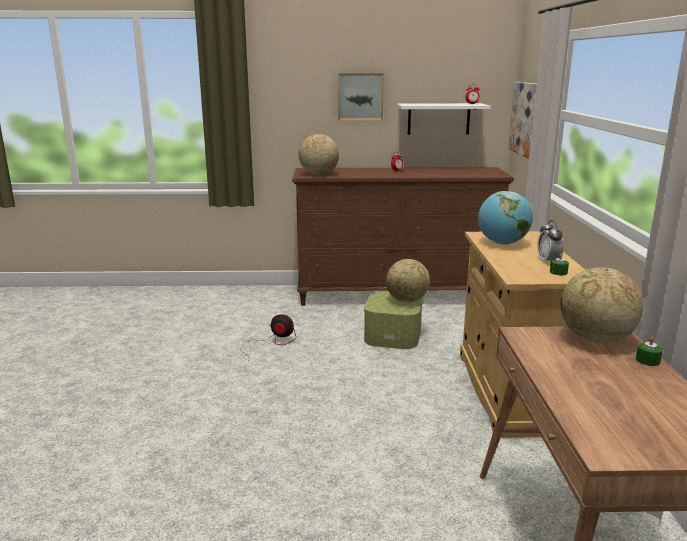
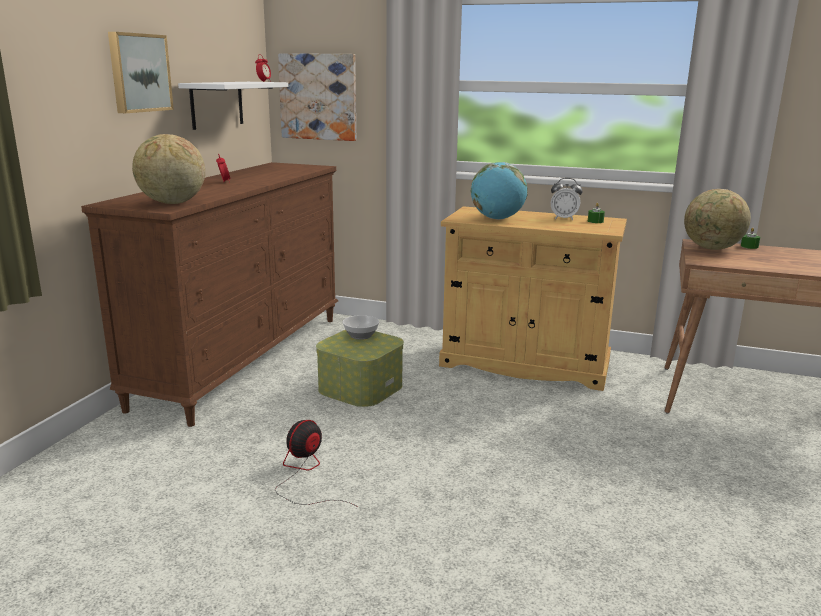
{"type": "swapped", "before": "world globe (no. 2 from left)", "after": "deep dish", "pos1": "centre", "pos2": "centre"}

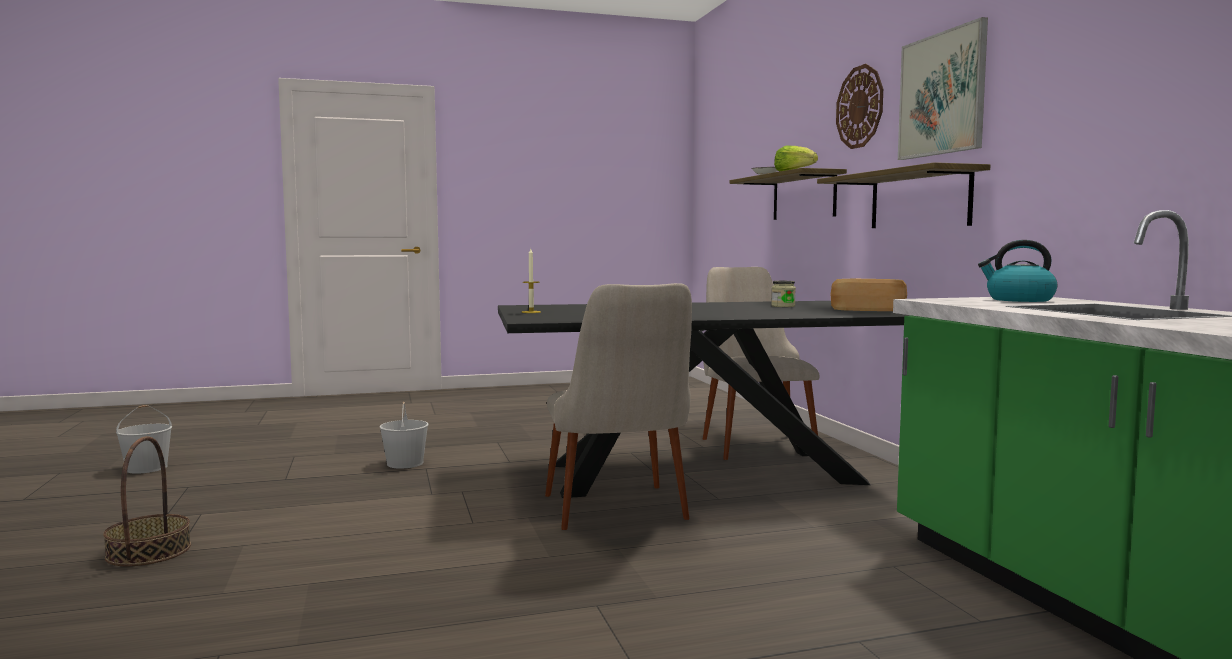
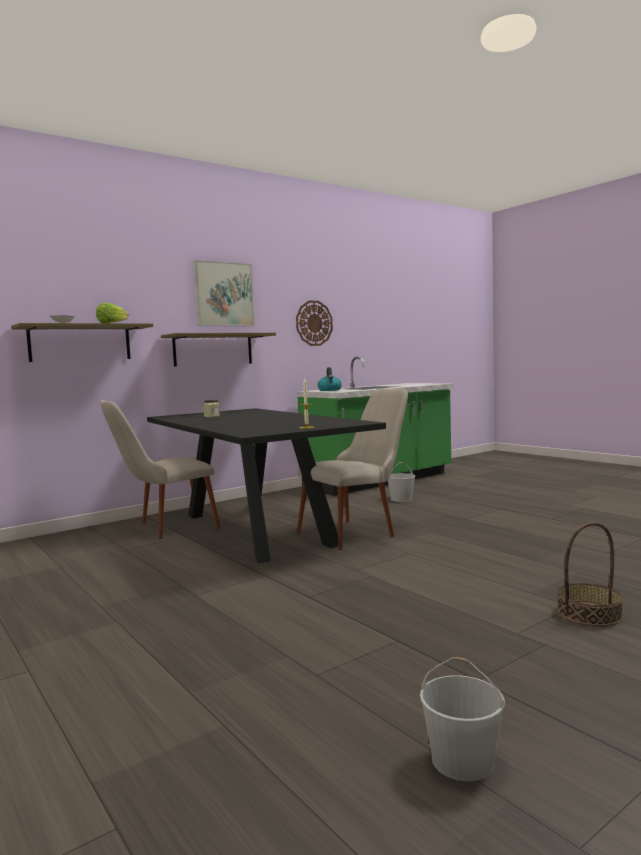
{"type": "shifted", "before": "wall clock", "pos1": "top right", "pos2": "centre"}
{"type": "shifted", "before": "water bucket/white-coloured (no. 2 from left in the first image)", "after": "water bucket/white-coloured (no. 1 from left)", "pos1": "middle left", "pos2": "centre"}
{"type": "gone", "before": "baked bread", "pos1": "middle right"}

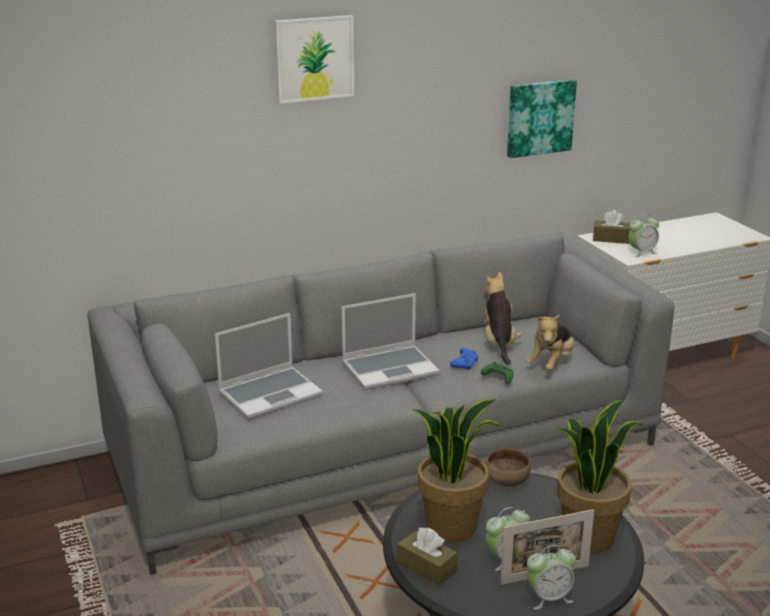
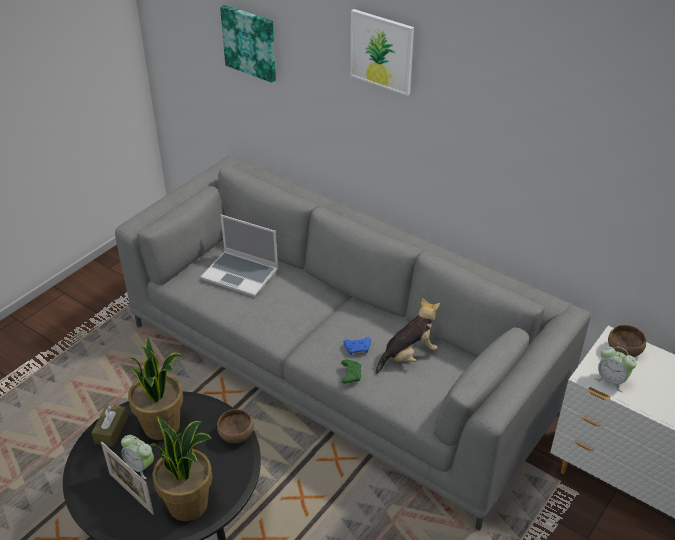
{"type": "shifted", "before": "wall art (no. 2 from left in the first image)", "after": "wall art (no. 1 from left)", "pos1": "top right", "pos2": "top centre"}
{"type": "swapped", "before": "tissue box/brown (no. 2 from left)", "after": "deep dish/brown (no. 2 from left)", "pos1": "middle right", "pos2": "middle right"}
{"type": "gone", "before": "laptop (no. 2 from left)", "pos1": "centre"}
{"type": "gone", "before": "cuddly toy (no. 2 from left)", "pos1": "middle right"}
{"type": "gone", "before": "table clock (no. 2 from left)", "pos1": "bottom right"}

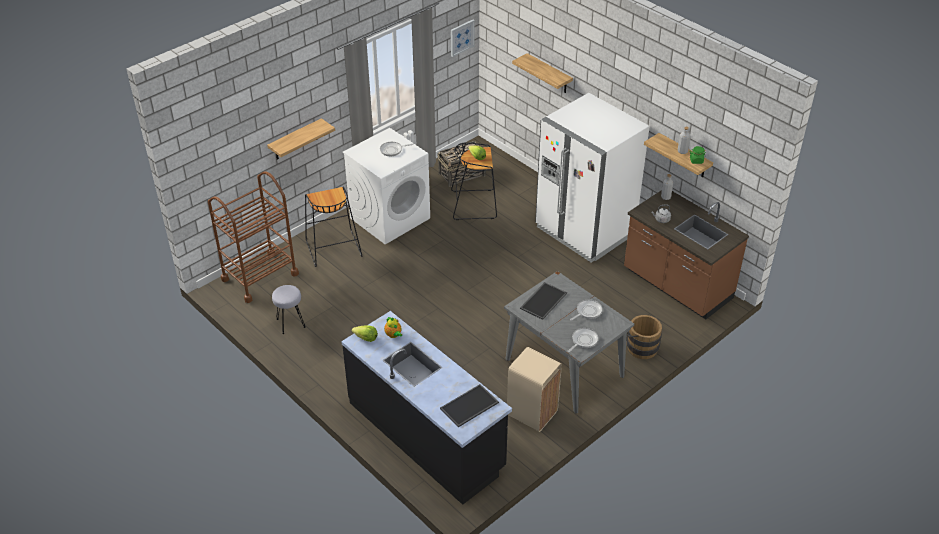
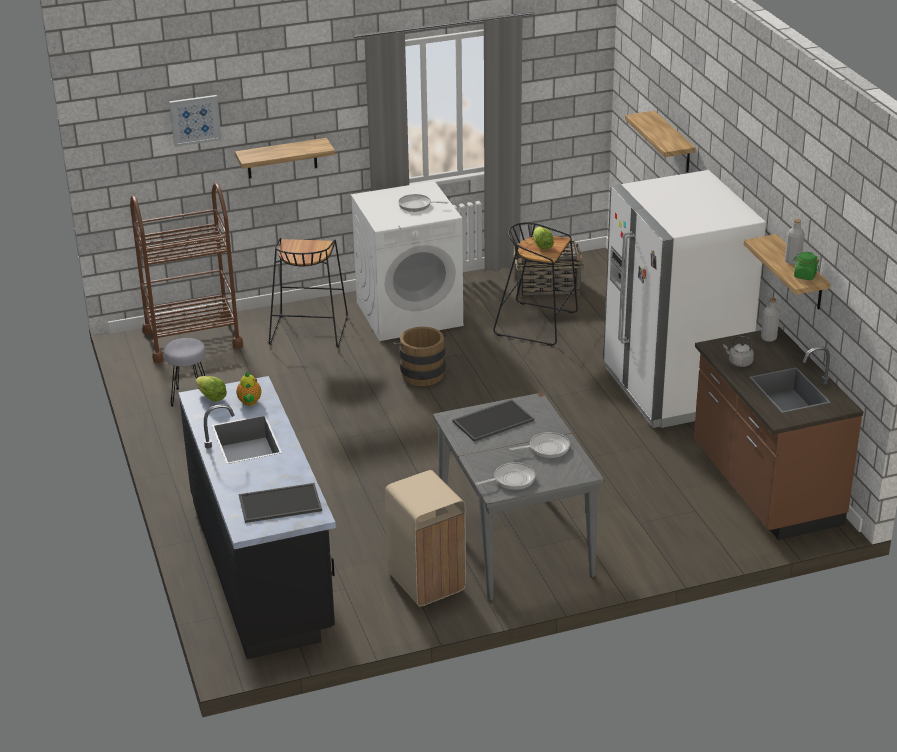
{"type": "shifted", "before": "wall art", "pos1": "top centre", "pos2": "top left"}
{"type": "shifted", "before": "water bucket/brown", "pos1": "middle right", "pos2": "centre"}

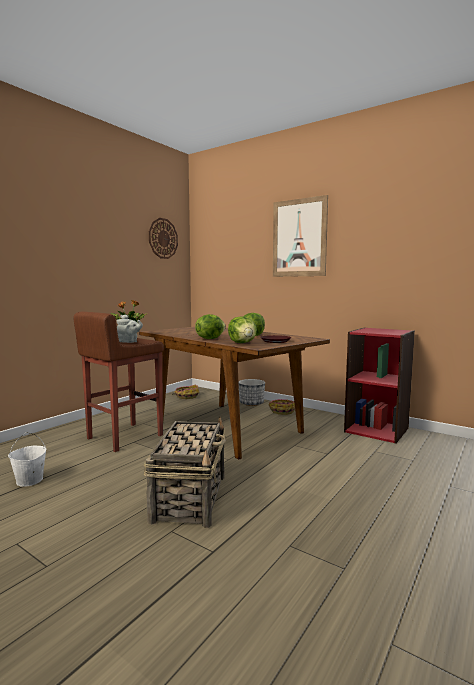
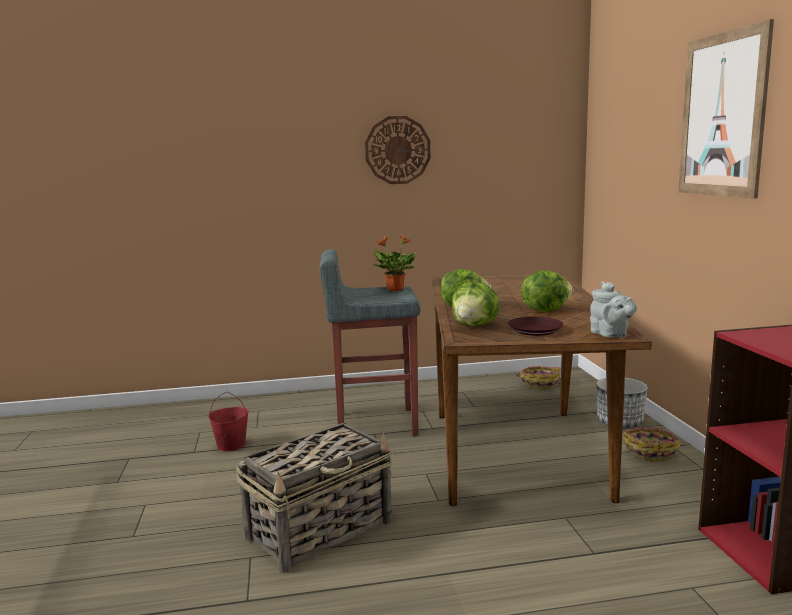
{"type": "repainted", "before": "water bucket/white-coloured", "after": "water bucket/reddish", "pos1": "bottom left", "pos2": "bottom left"}
{"type": "repainted", "before": "sitting stool/brown", "after": "sitting stool/gray", "pos1": "middle left", "pos2": "centre"}
{"type": "shifted", "before": "wall clock", "pos1": "centre", "pos2": "top centre"}
{"type": "shifted", "before": "pot for tea/gray", "pos1": "middle left", "pos2": "middle right"}

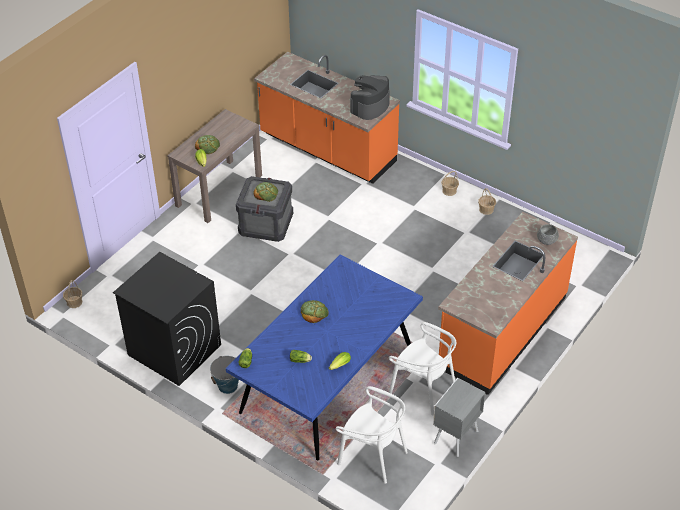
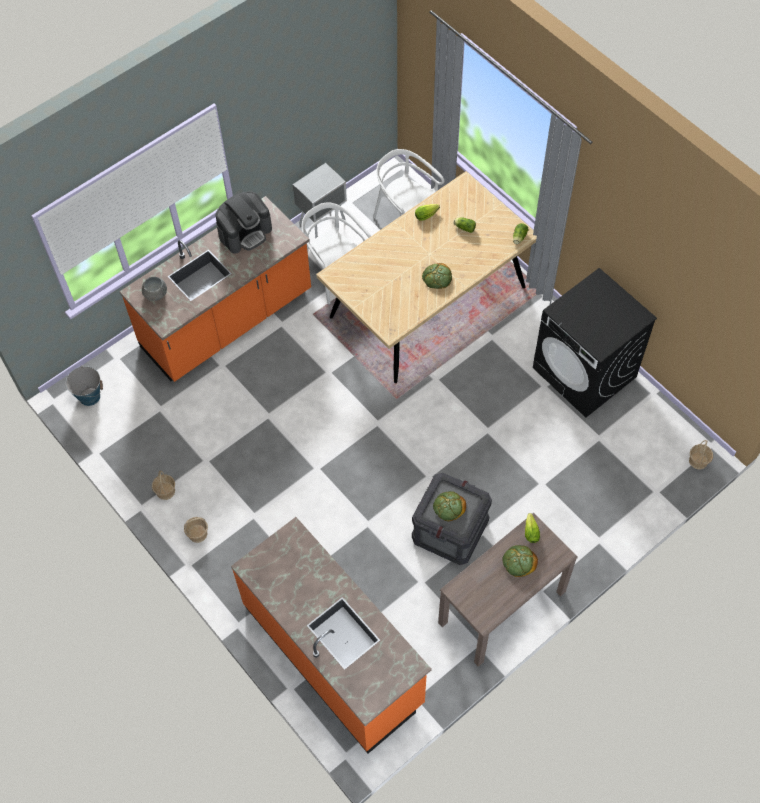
{"type": "shifted", "before": "water bucket", "pos1": "bottom left", "pos2": "middle left"}
{"type": "shifted", "before": "coffee machine", "pos1": "top centre", "pos2": "top left"}
{"type": "repainted", "before": "dining table/blue", "after": "dining table/sand-coloured", "pos1": "bottom centre", "pos2": "centre"}

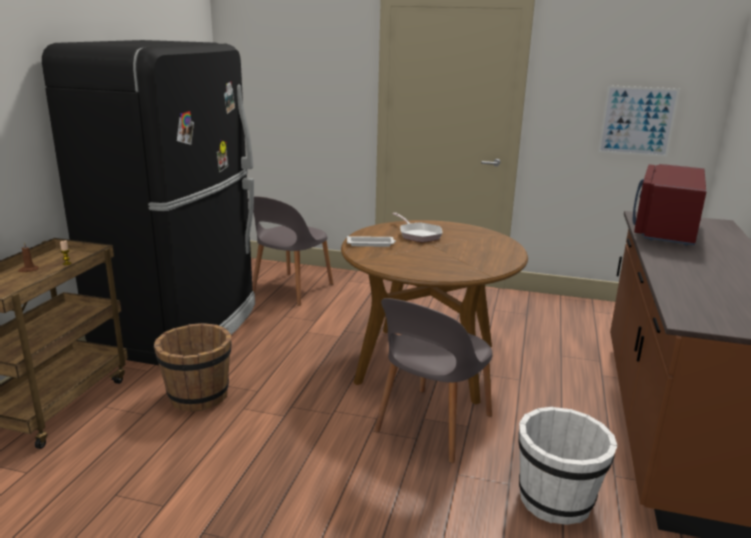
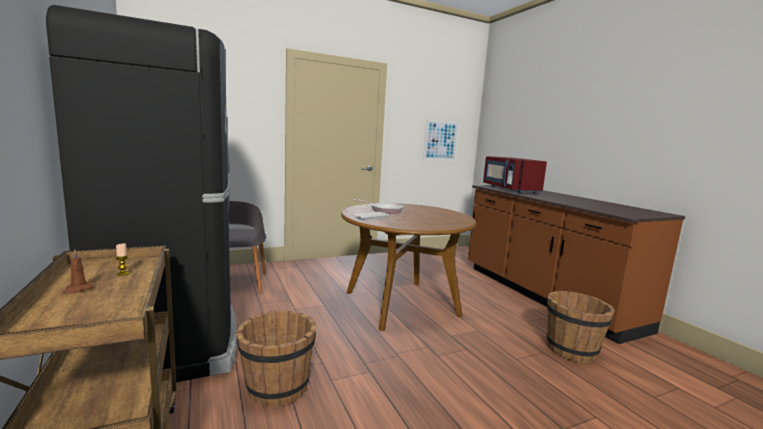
{"type": "repainted", "before": "water bucket/white-coloured", "after": "water bucket/brown (no. 2 from left)", "pos1": "bottom right", "pos2": "bottom right"}
{"type": "gone", "before": "upright chair/gray (no. 2 from left)", "pos1": "bottom centre"}

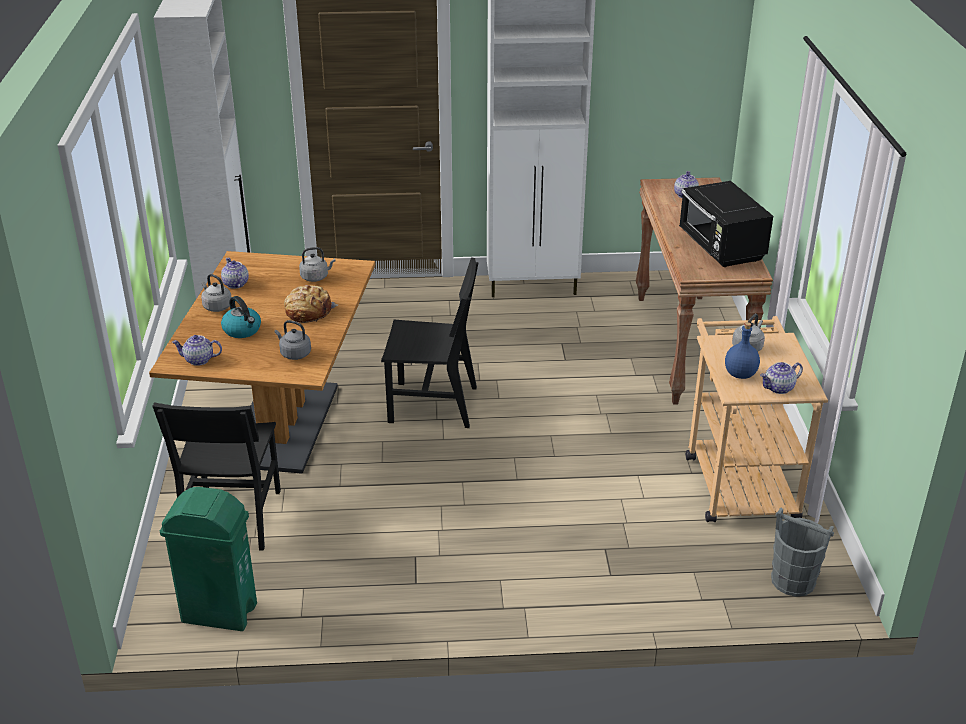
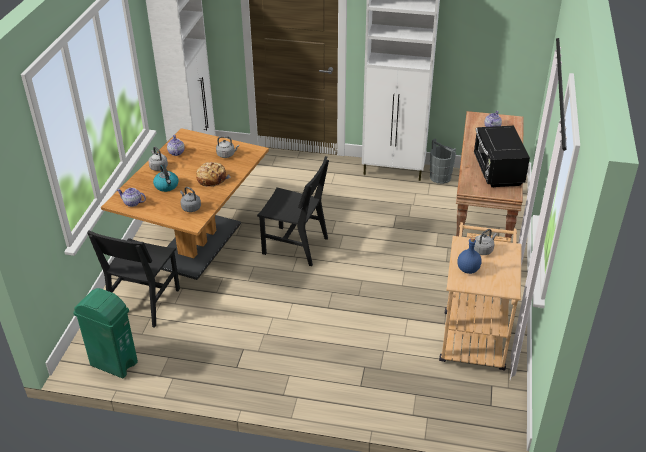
{"type": "shifted", "before": "water bucket/gray", "pos1": "bottom right", "pos2": "middle right"}
{"type": "gone", "before": "pot for tea (no. 4 from left)", "pos1": "middle right"}

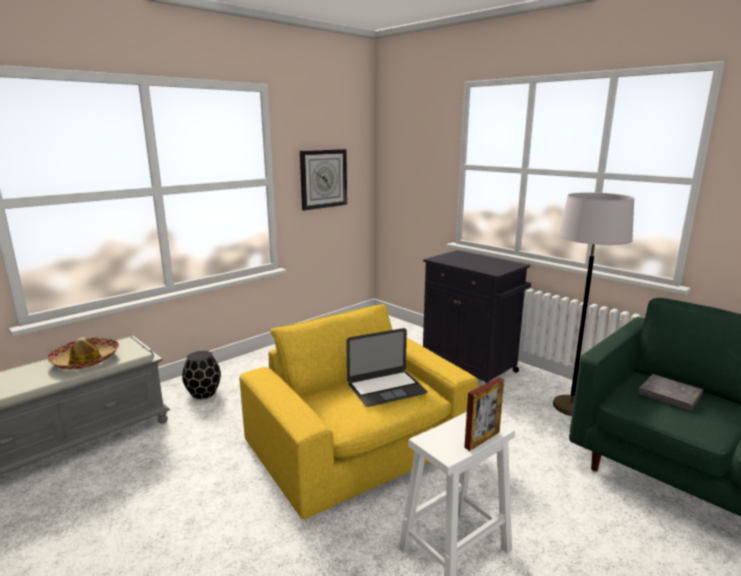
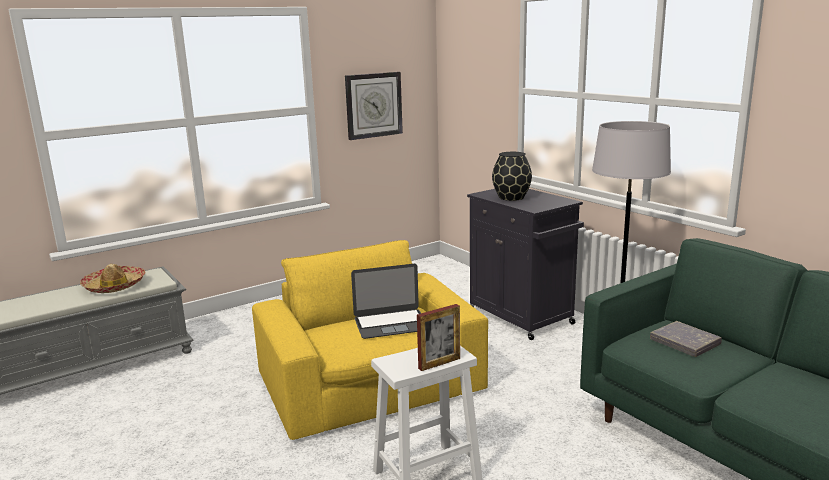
{"type": "shifted", "before": "flower vase/black-coloured", "pos1": "middle left", "pos2": "centre"}

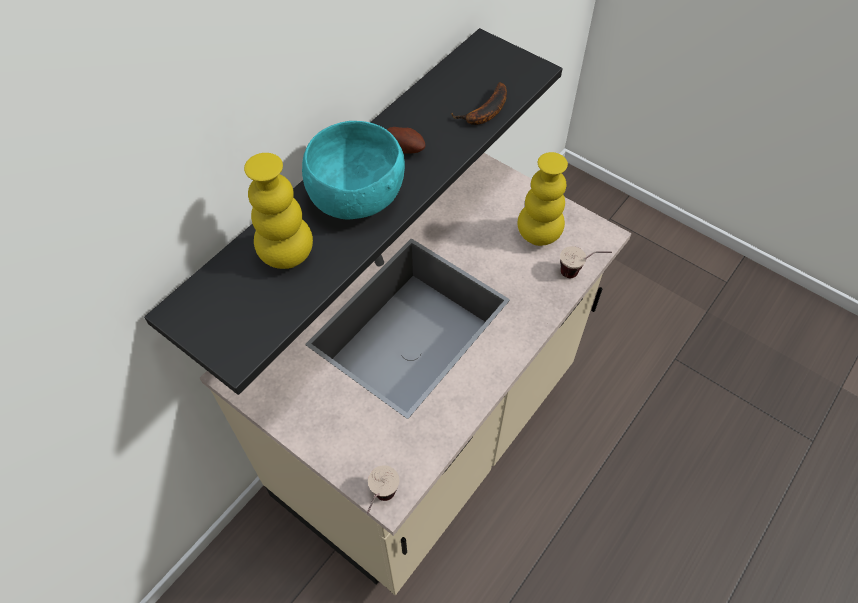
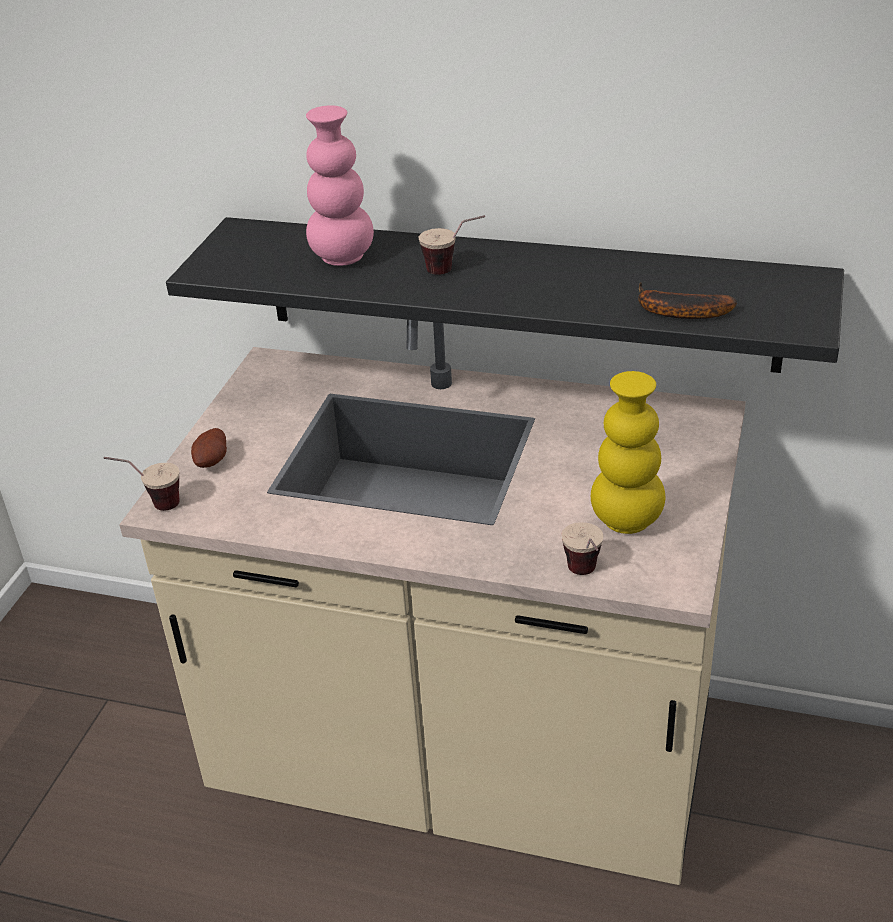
{"type": "shifted", "before": "spud", "pos1": "top centre", "pos2": "middle left"}
{"type": "repainted", "before": "flower vase/yellowish (no. 1 from left)", "after": "flower vase/pink-coloured", "pos1": "middle left", "pos2": "top centre"}
{"type": "swapped", "before": "deep dish/turquoise-coloured", "after": "drinking cup (no. 2 from left)", "pos1": "top centre", "pos2": "top centre"}

